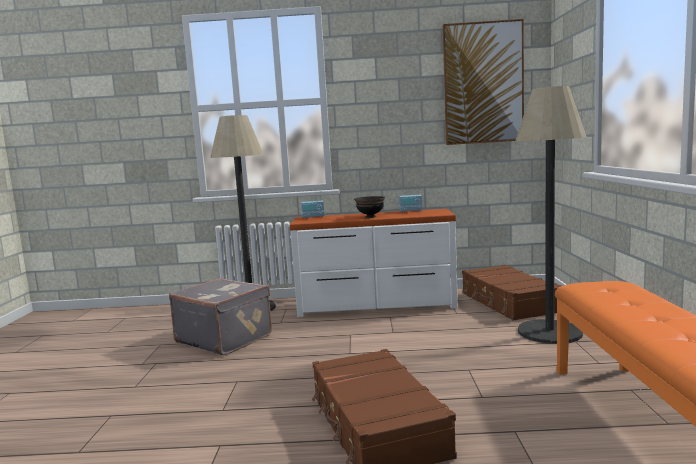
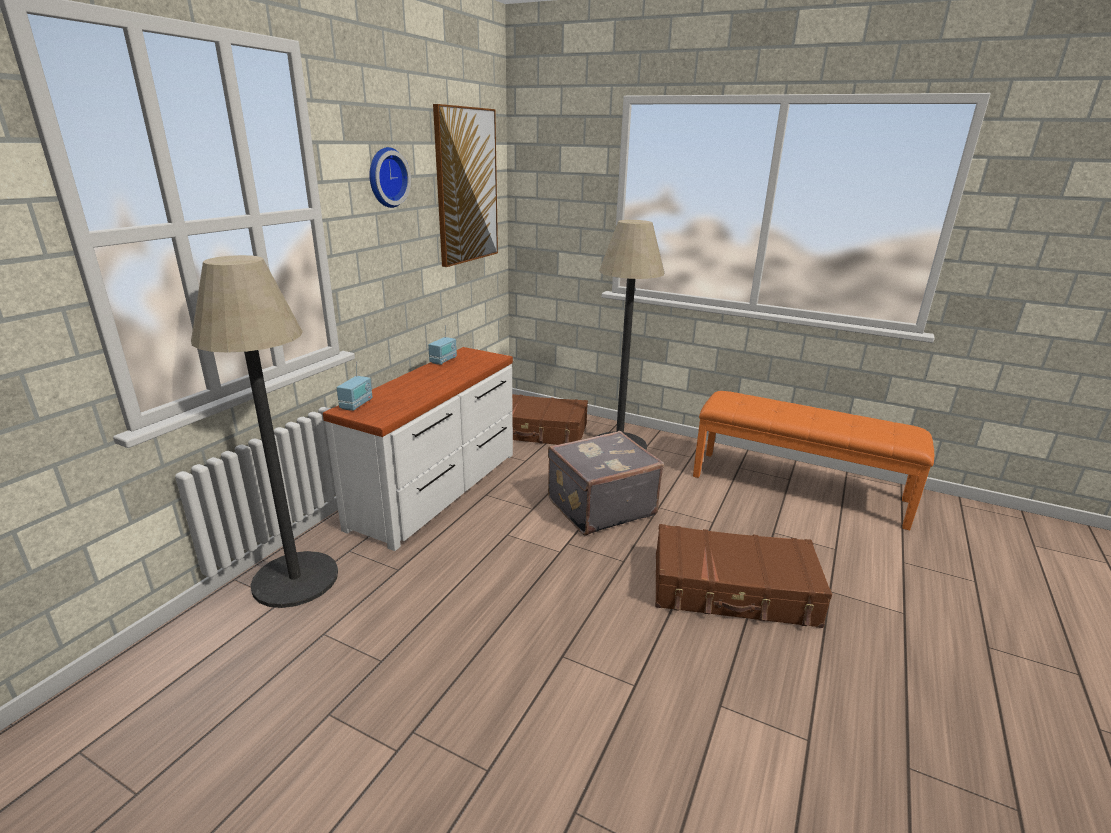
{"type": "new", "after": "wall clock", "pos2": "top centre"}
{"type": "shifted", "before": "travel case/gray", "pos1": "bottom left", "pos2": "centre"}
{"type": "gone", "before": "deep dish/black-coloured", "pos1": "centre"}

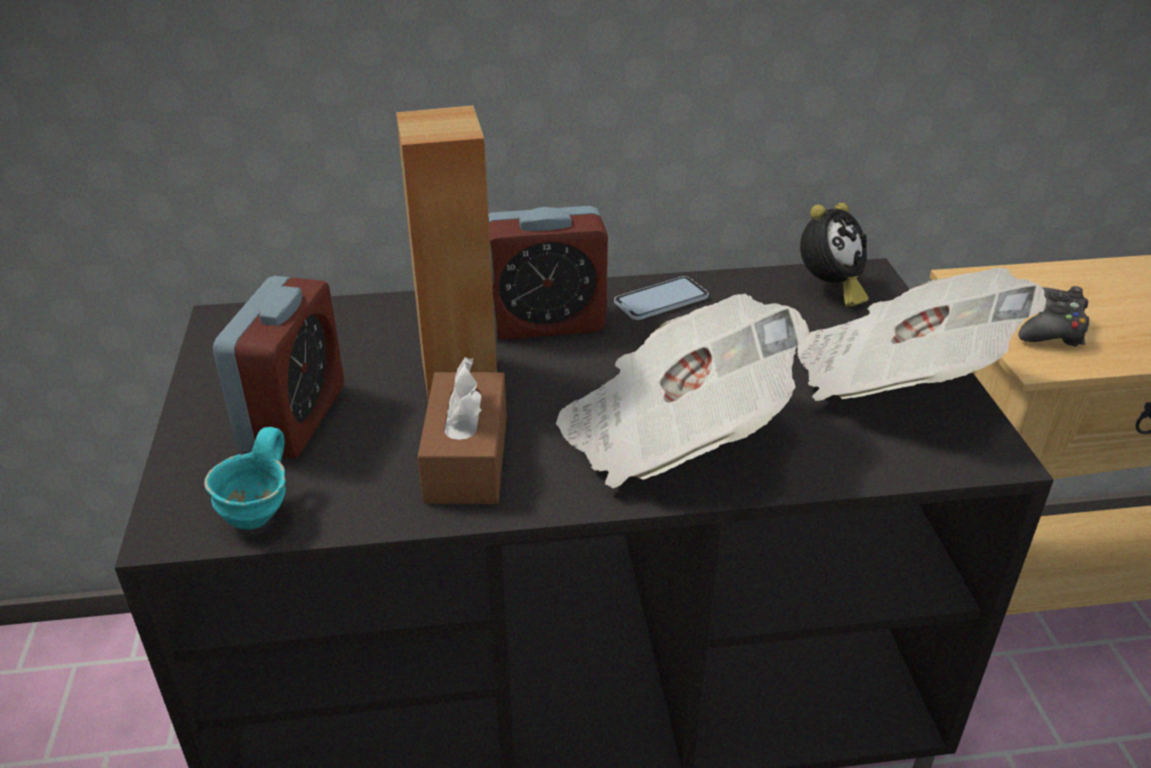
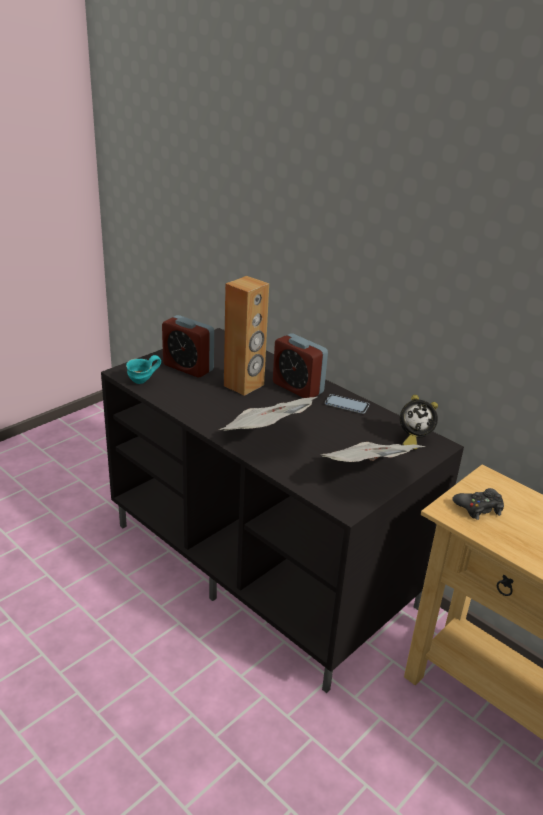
{"type": "rotated", "before": "table clock (no. 1 from left)", "pos1": "middle left", "pos2": "centre", "turn": 60}
{"type": "gone", "before": "tissue box/brown", "pos1": "centre"}

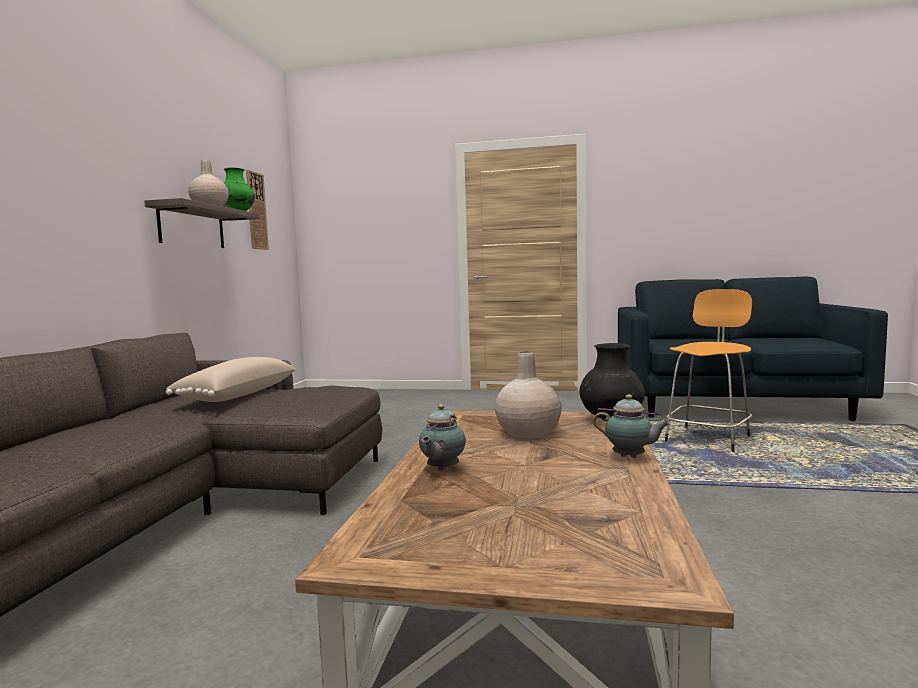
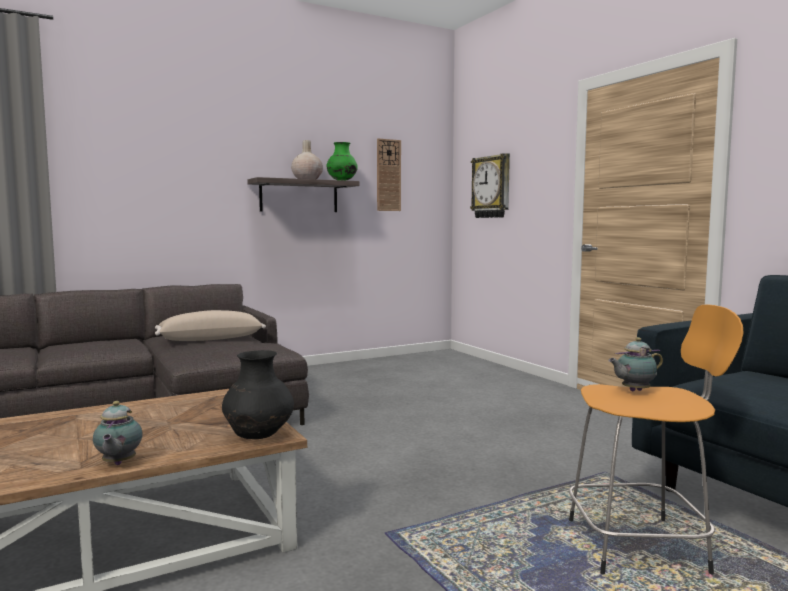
{"type": "new", "after": "wall clock (no. 2 from left)", "pos2": "top centre"}
{"type": "shifted", "before": "pot for tea (no. 1 from left in the first image)", "after": "pot for tea (no. 2 from left)", "pos1": "centre", "pos2": "middle right"}
{"type": "gone", "before": "flower vase/sand-coloured (no. 2 from left)", "pos1": "centre"}

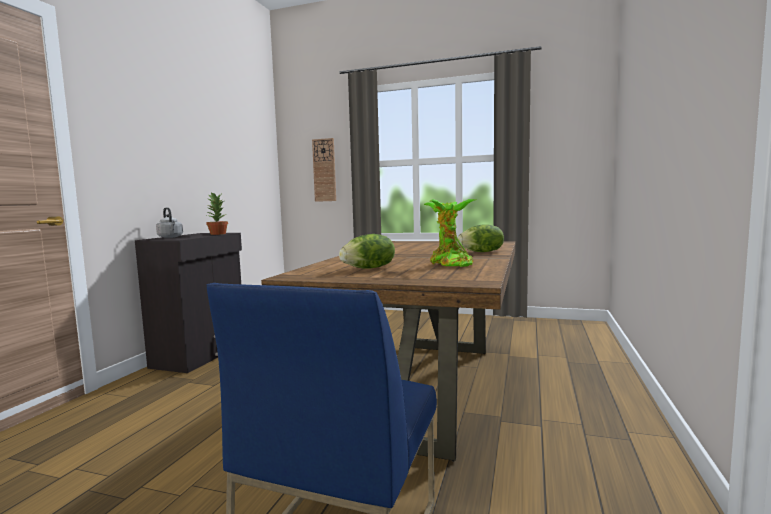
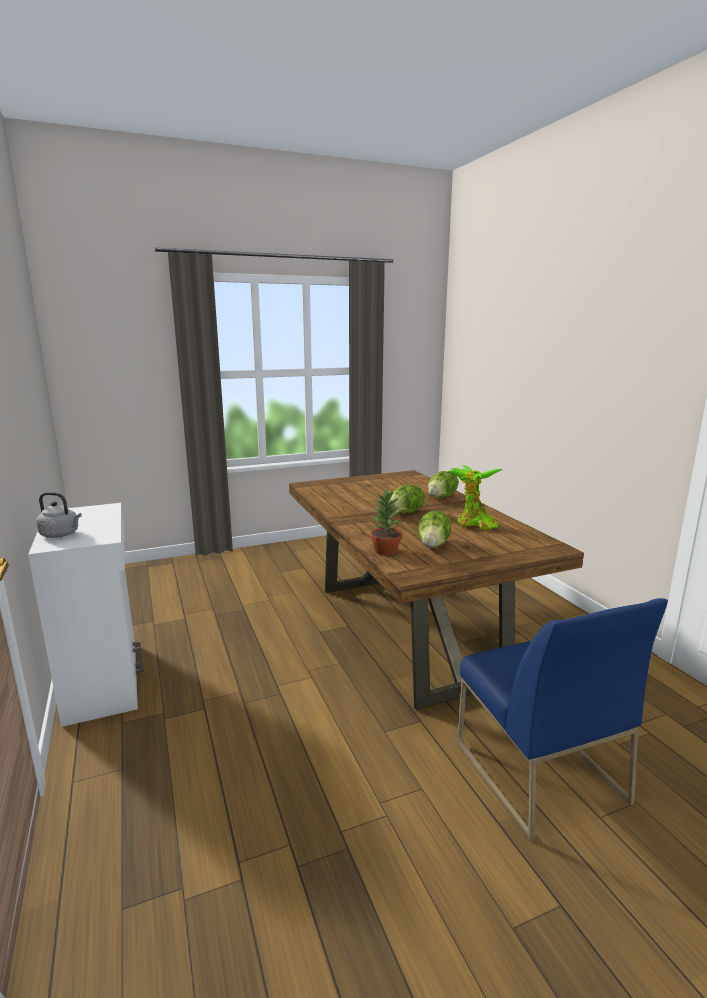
{"type": "repainted", "before": "storage cabinet/black-coloured", "after": "storage cabinet/white-coloured", "pos1": "middle left", "pos2": "middle left"}
{"type": "shifted", "before": "houseplant (no. 1 from left)", "pos1": "middle left", "pos2": "centre"}
{"type": "new", "after": "head of lettuce (no. 1 from left)", "pos2": "centre"}
{"type": "gone", "before": "wall clock", "pos1": "top centre"}

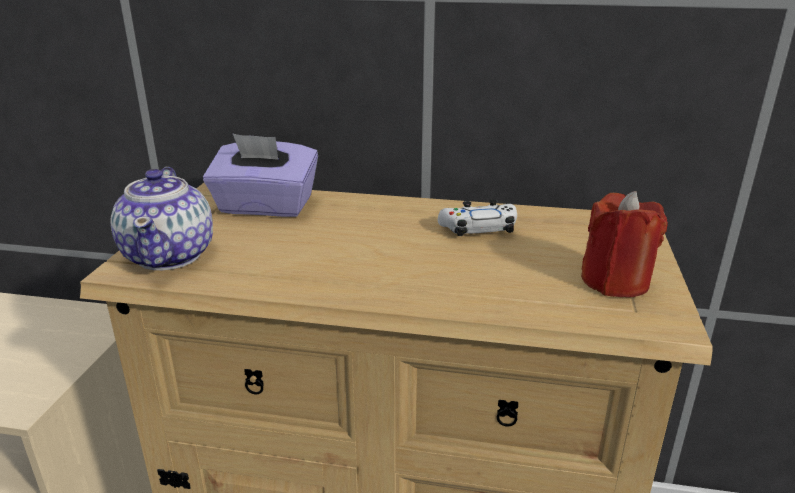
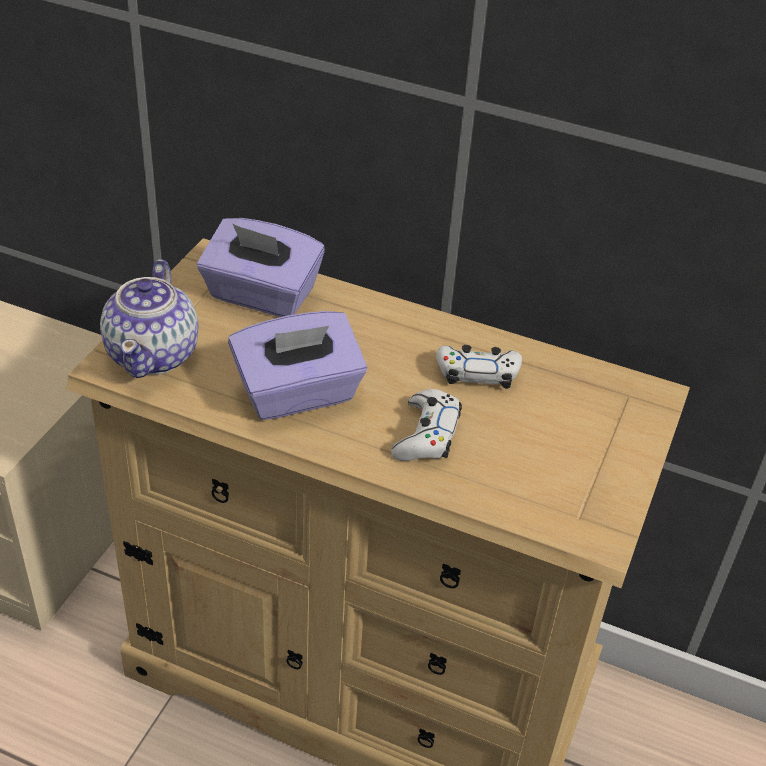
{"type": "new", "after": "tissue box/purplish (no. 2 from left)", "pos2": "centre"}
{"type": "new", "after": "gamepad/white-coloured (no. 1 from left)", "pos2": "centre"}
{"type": "gone", "before": "wax candle/reddish", "pos1": "middle right"}

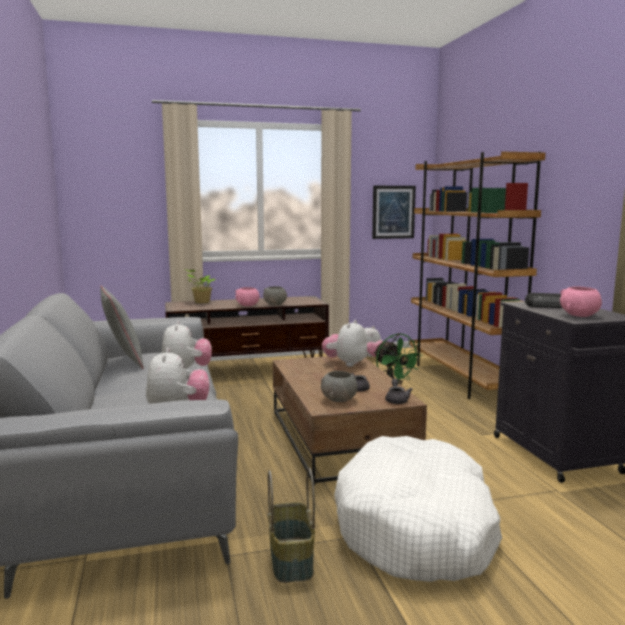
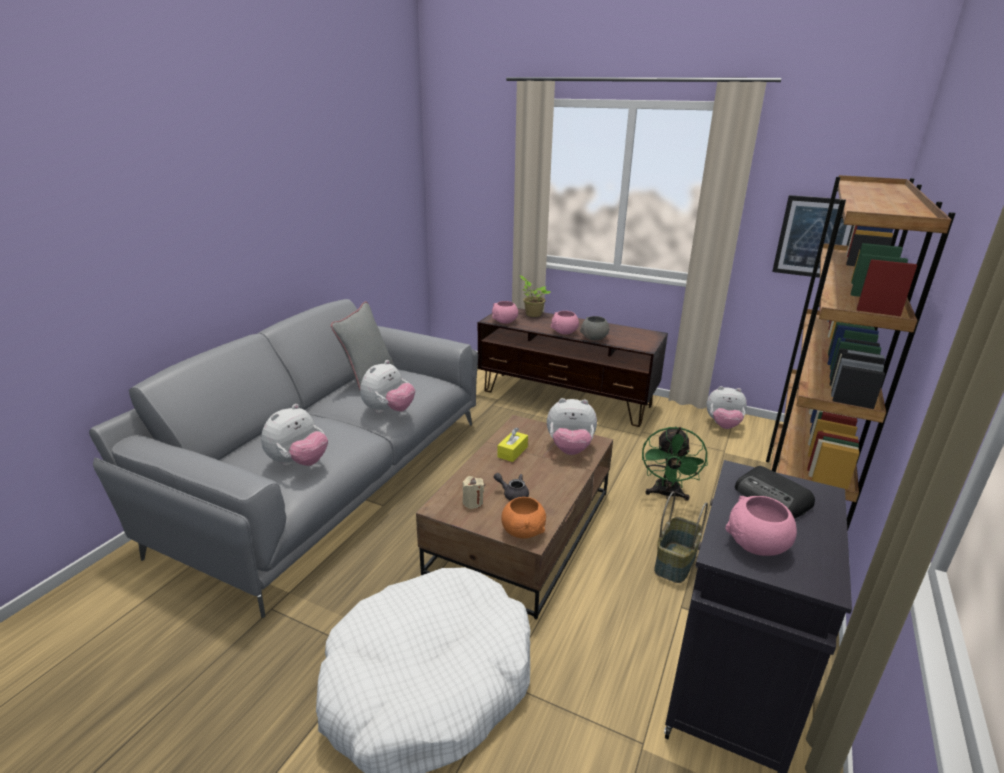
{"type": "swapped", "before": "deep dish/gray (no. 2 from left)", "after": "wax candle/sand-coloured", "pos1": "centre", "pos2": "centre"}
{"type": "new", "after": "deep dish/pink-coloured (no. 1 from left)", "pos2": "centre"}
{"type": "new", "after": "tissue box/yellowish", "pos2": "centre"}
{"type": "swapped", "before": "pot for tea/gray (no. 2 from left)", "after": "deep dish/orange-coloured", "pos1": "centre", "pos2": "bottom centre"}
{"type": "rotated", "before": "cuddly toy (no. 3 from left)", "pos1": "centre", "pos2": "centre", "turn": -150}
{"type": "shifted", "before": "household basket", "pos1": "bottom centre", "pos2": "bottom right"}

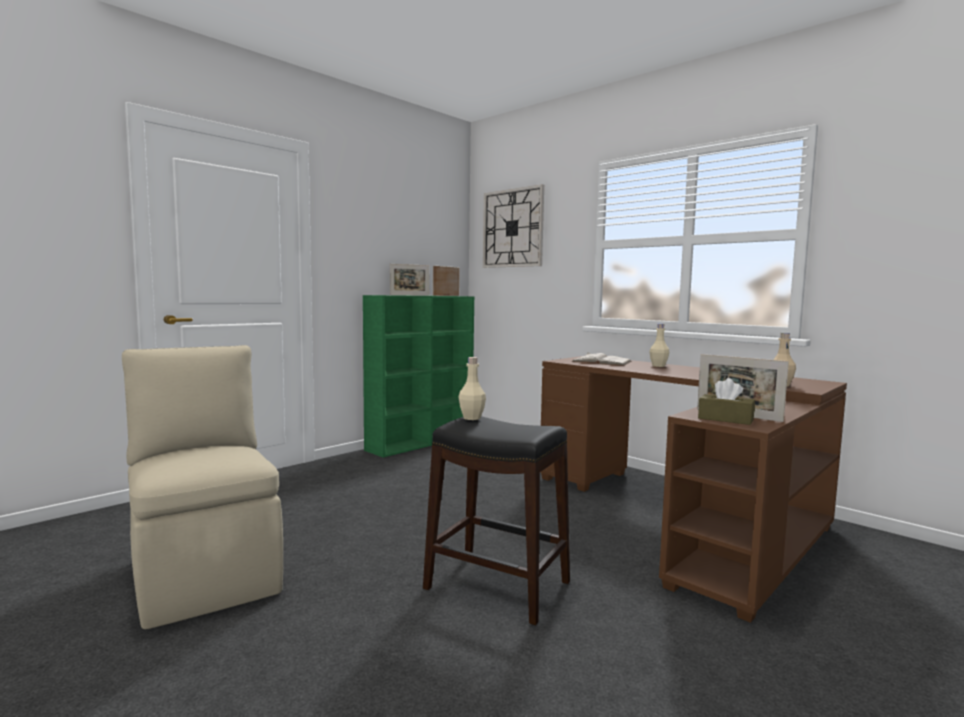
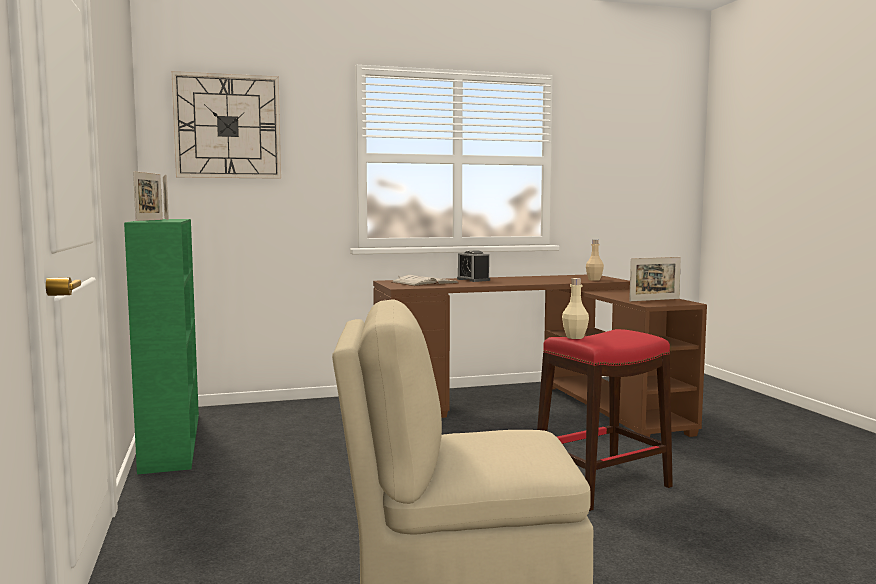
{"type": "swapped", "before": "drink bottle/sand-coloured (no. 2 from left)", "after": "table clock", "pos1": "middle right", "pos2": "centre"}
{"type": "repainted", "before": "sitting stool/black-coloured", "after": "sitting stool/reddish", "pos1": "bottom centre", "pos2": "bottom right"}
{"type": "gone", "before": "tissue box/brown", "pos1": "middle right"}

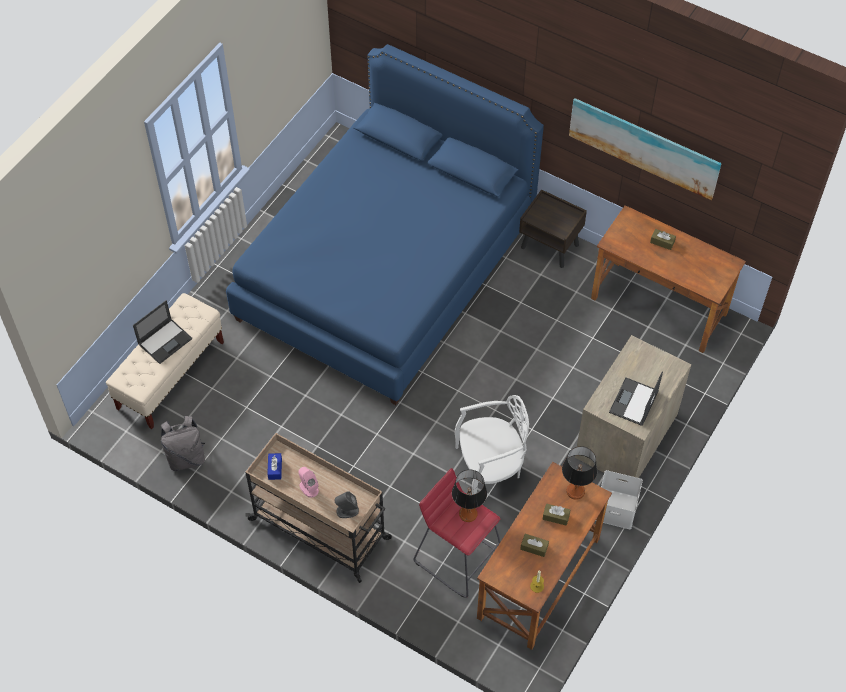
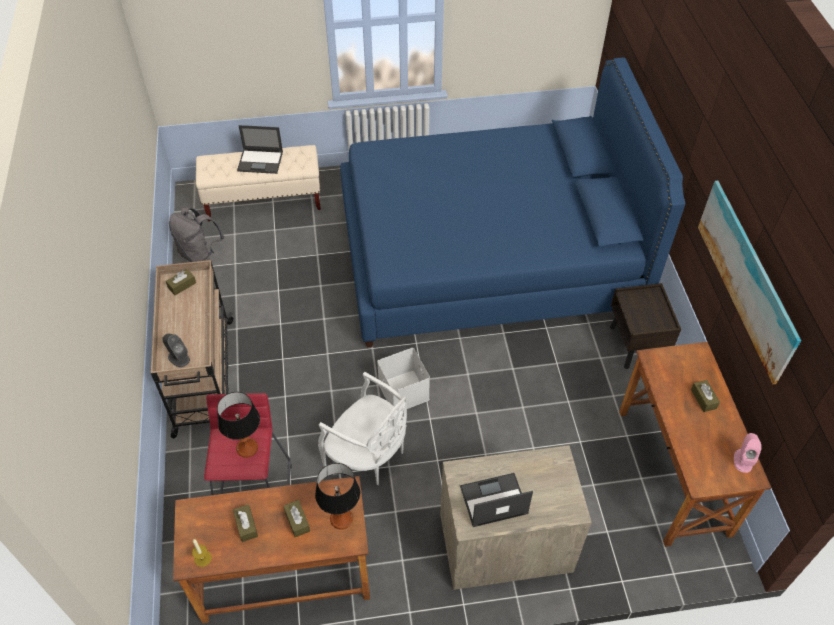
{"type": "repainted", "before": "tissue box/blue", "after": "tissue box/brown (no. 1 from left)", "pos1": "bottom left", "pos2": "middle left"}
{"type": "shifted", "before": "storage bin/white-coloured", "pos1": "bottom right", "pos2": "centre"}
{"type": "shifted", "before": "speaker/pink-coloured", "pos1": "bottom centre", "pos2": "bottom right"}

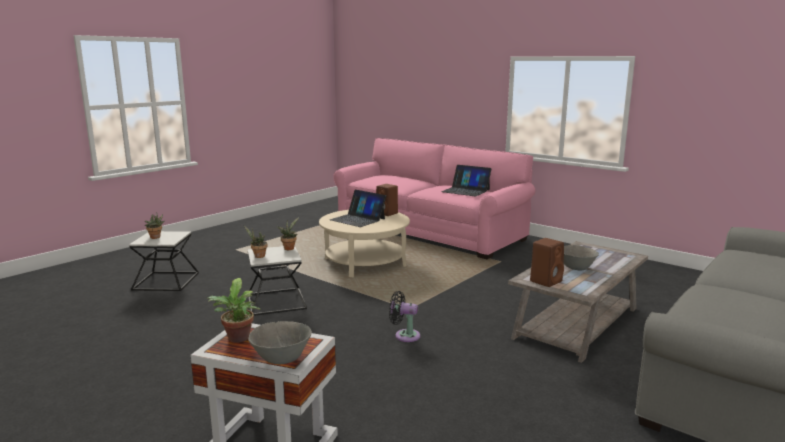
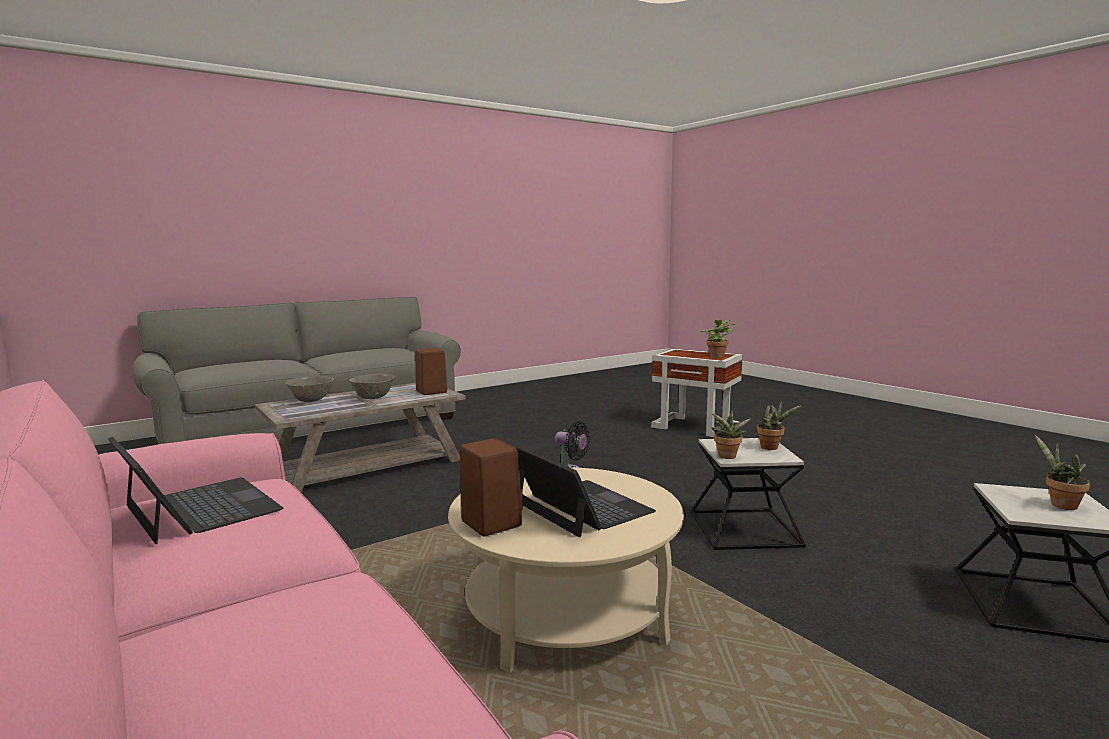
{"type": "shifted", "before": "deep dish/gray (no. 1 from left)", "pos1": "bottom centre", "pos2": "middle left"}

